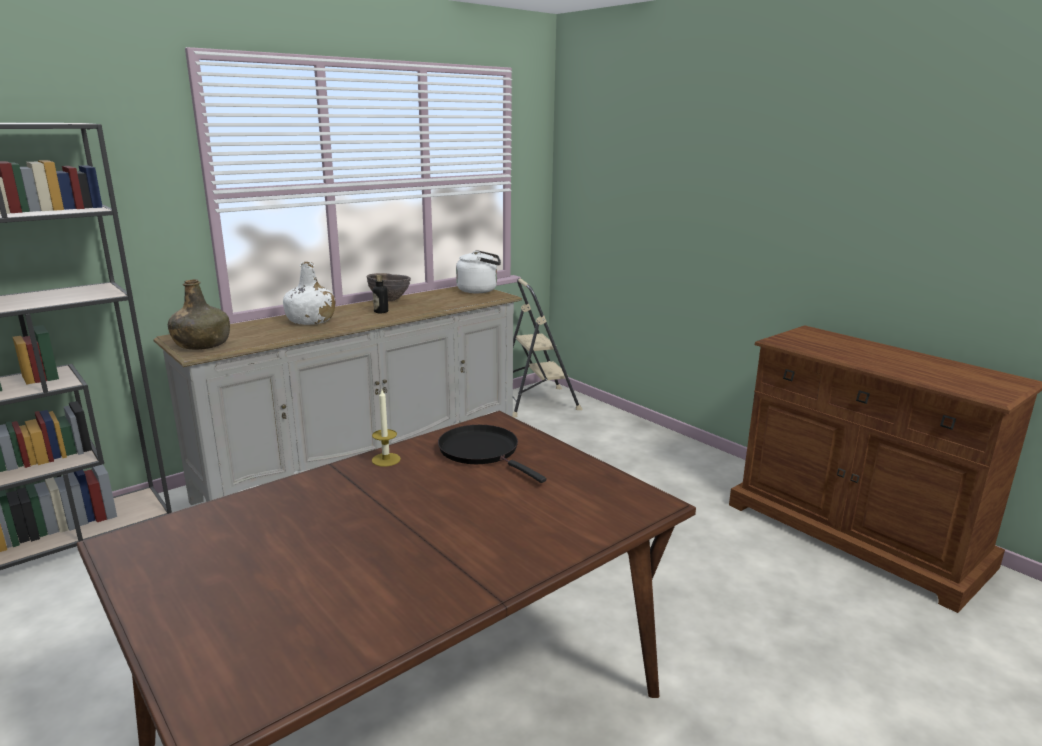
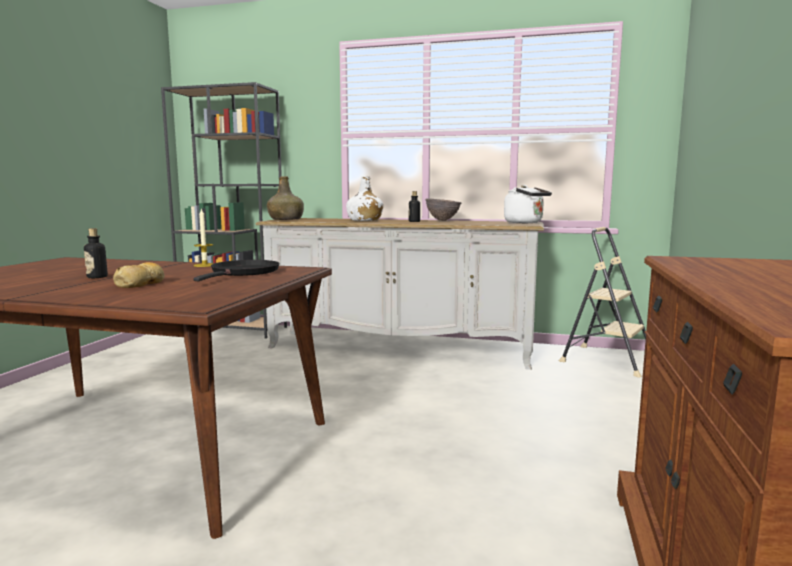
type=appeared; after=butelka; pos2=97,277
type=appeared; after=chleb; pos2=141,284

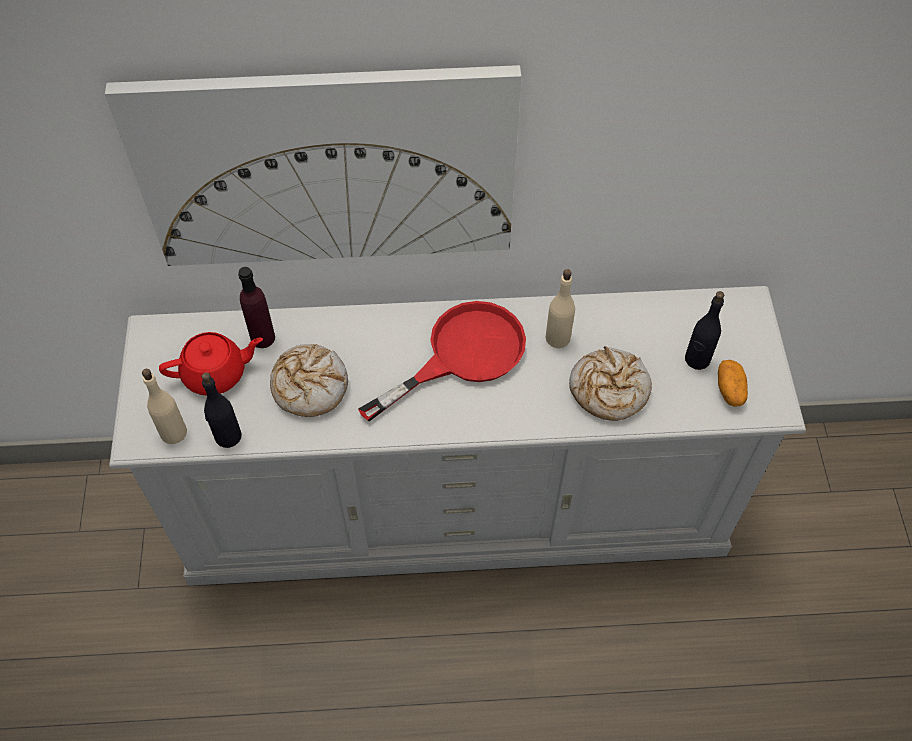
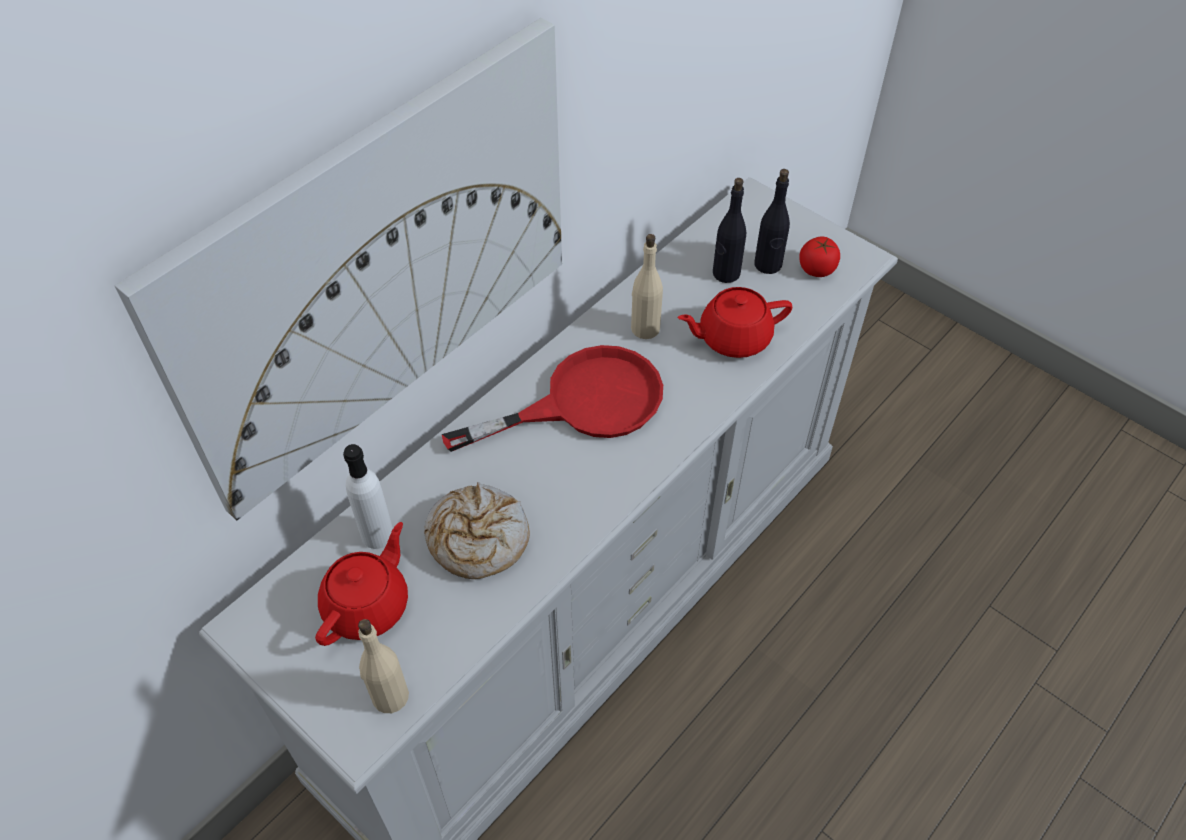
type=relocated; before=butelka [czarny]; pos1=227,436; pos2=725,273
type=colour; before=butelka [fioletowy]; after=butelka [biały]; pos1=263,338; pos2=377,534
type=spun; before=patelnia [czerwony]; pos1=462,355; pos2=583,403; turn=60
type=exchanged; before=chleb; after=imbryk [czerwony]; pos1=608,390; pos2=733,337
type=exchanged; before=ziemniak; after=pomidor; pos1=730,390; pos2=817,269

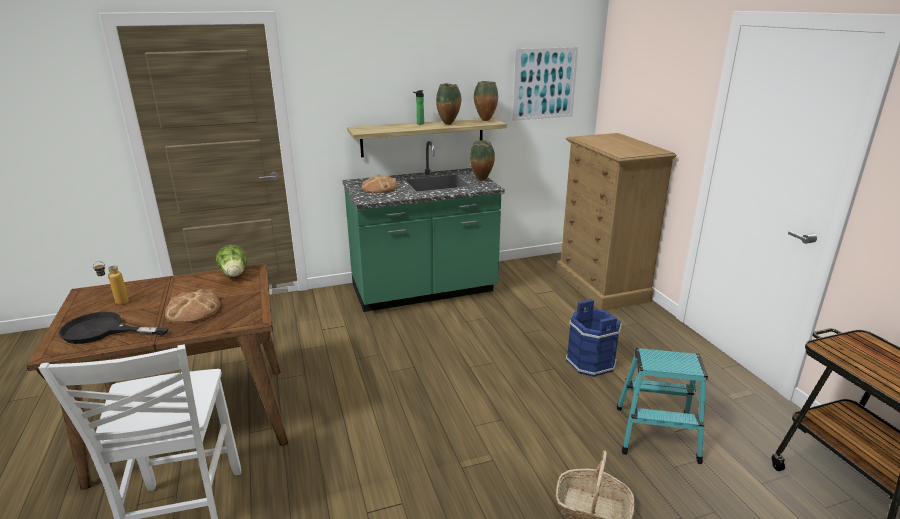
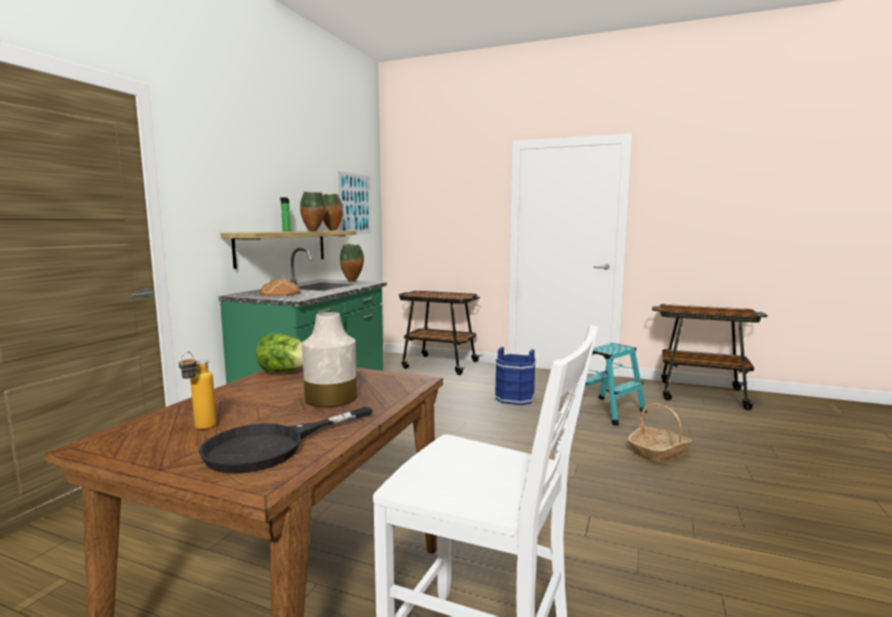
type=exchanged; before=chleb; after=wazon [beżowy]; pos1=193,310; pos2=332,397
type=exchanged; before=komoda [brązowy]; after=wózek; pos1=601,286; pos2=439,365

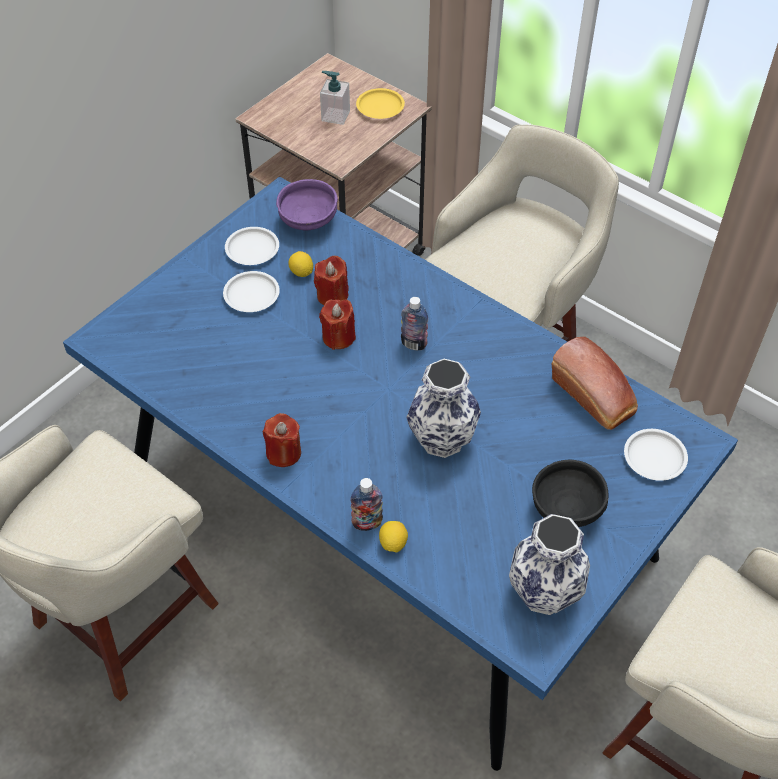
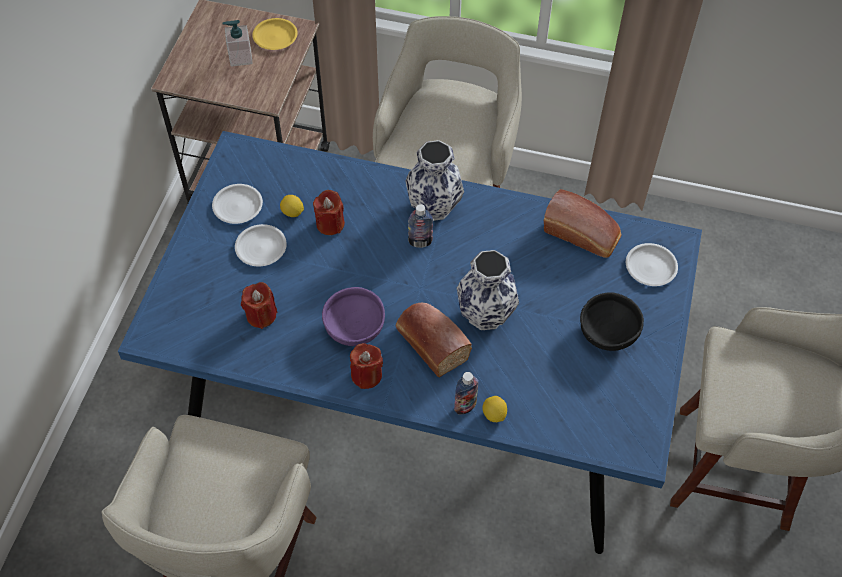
type=relocated; before=miska [fioletowy]; pos1=307,221; pos2=354,329
type=relocated; before=świeca [czerwony]; pos1=338,337; pos2=261,315
type=relocated; before=wazon; pos1=543,592; pos2=433,207
type=appeared; after=chleb; pos2=430,343

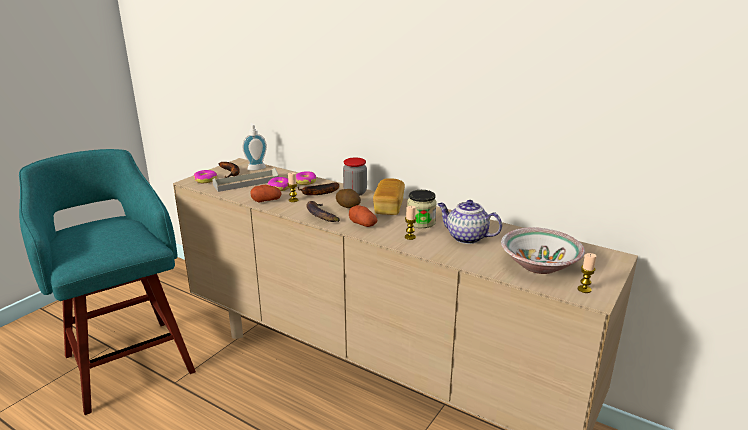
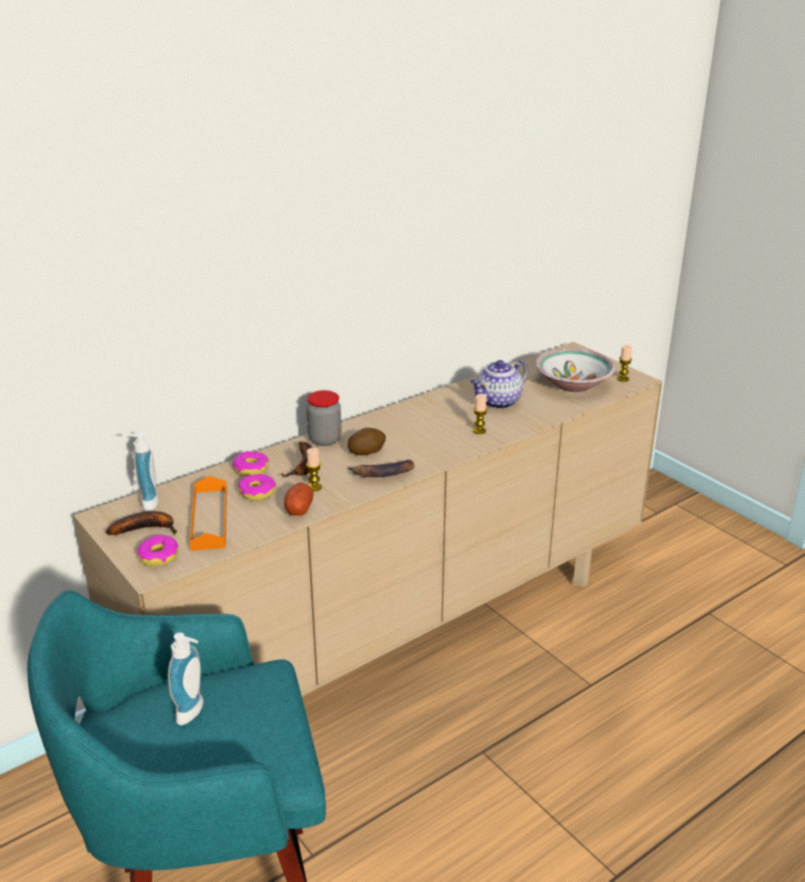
type=colour; before=taca [szary]; after=taca [pomarańczowy]; pos1=246,183; pos2=209,518
type=missing; before=ziemniak; pos1=363,224
type=missing; before=chleb; pos1=389,207
type=missing; before=słoik; pos1=421,222
type=appeared; after=dozownik mydła; pos2=194,712

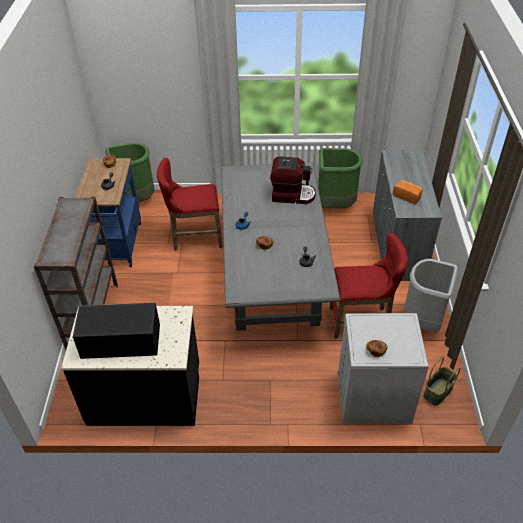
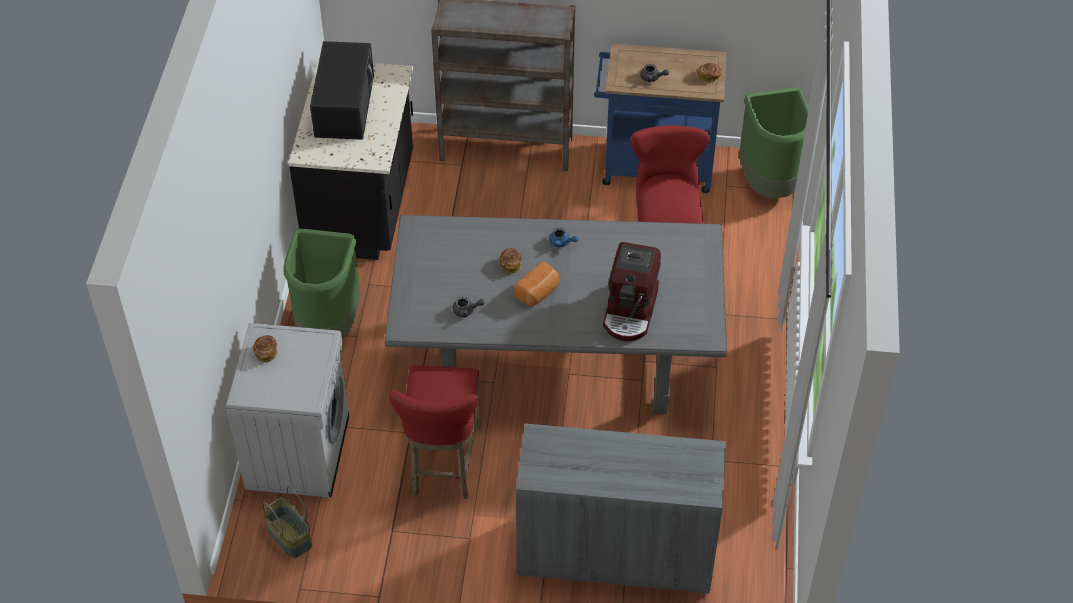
type=relocated; before=kosz na śmieci [zielony]; pos1=334,205; pos2=329,327
type=relocated; before=chleb; pos1=407,196; pos2=538,293
type=missing; before=kosz na śmieci [szary]; pos1=422,321

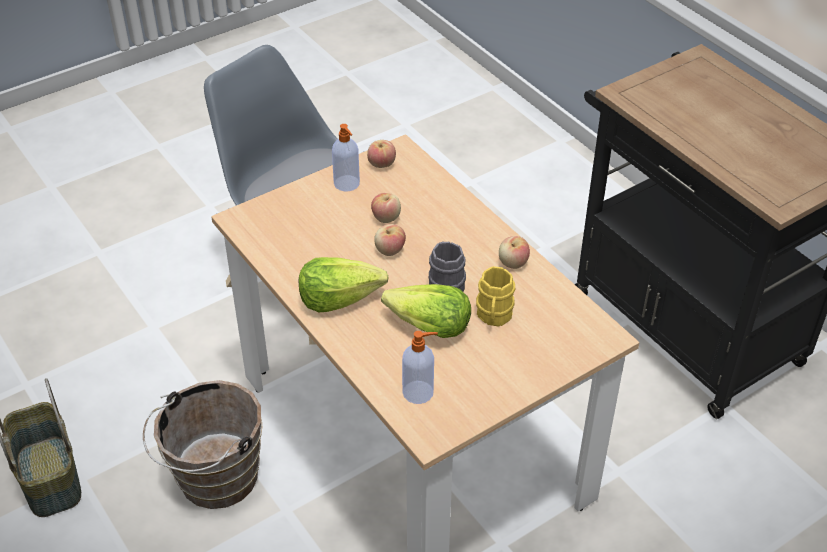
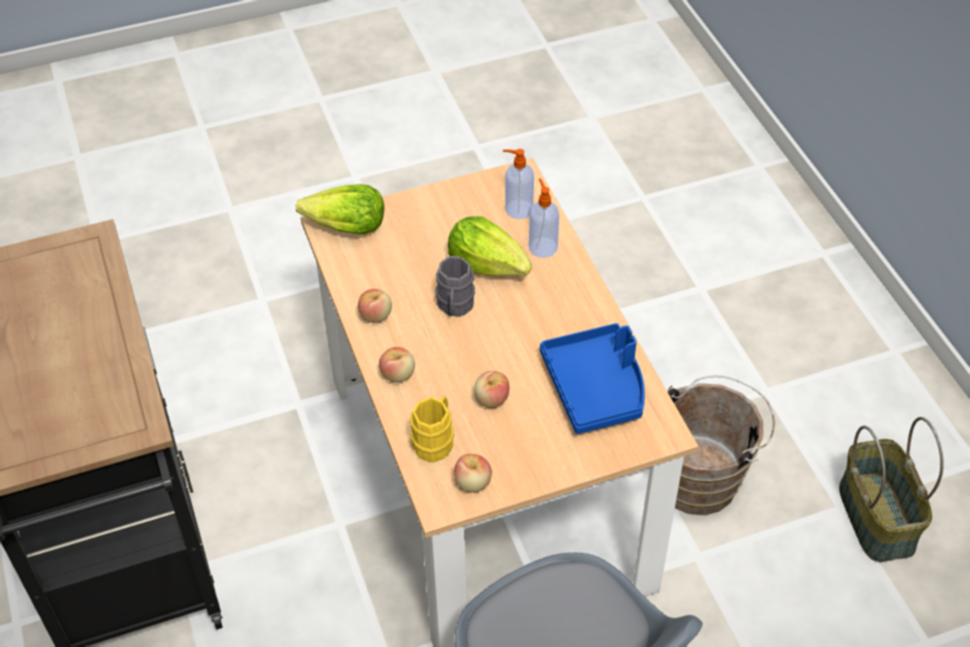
type=relocated; before=sałata; pos1=339,298; pos2=346,227
type=relocated; before=dozownik mydła; pos1=347,184; pos2=542,246
type=relocated; before=jabłko; pos1=389,250; pos2=398,374
type=relocated; before=kubek [żółty]; pos1=493,317; pos2=435,440
type=appeared; after=taca [niebieski]; pos2=596,387

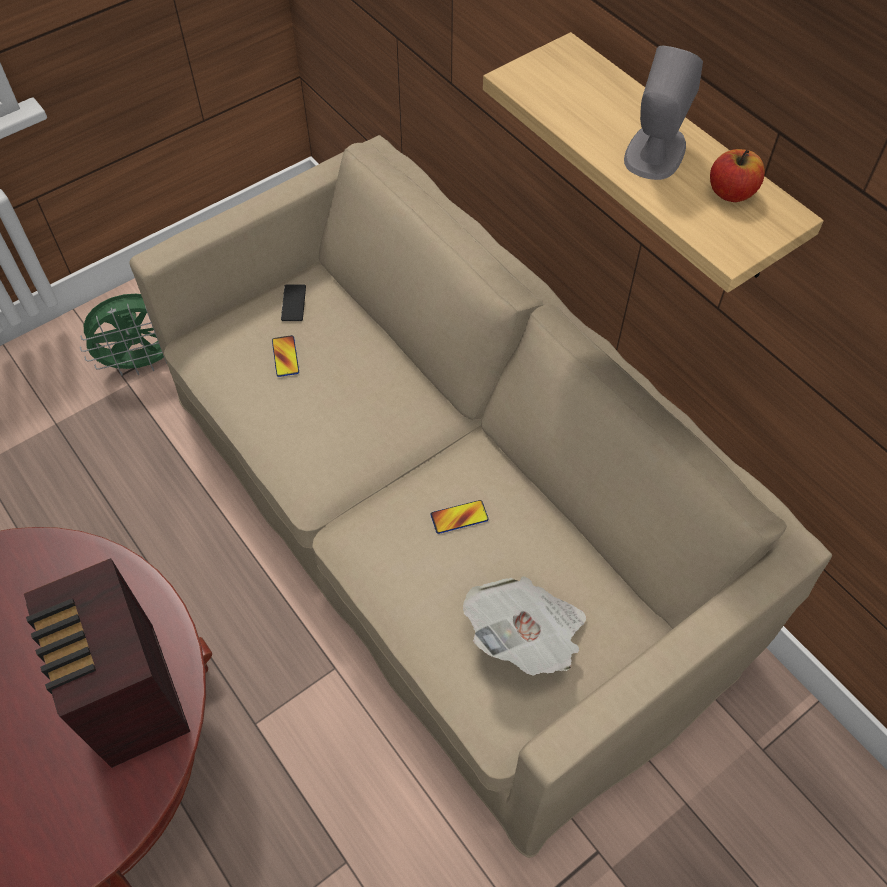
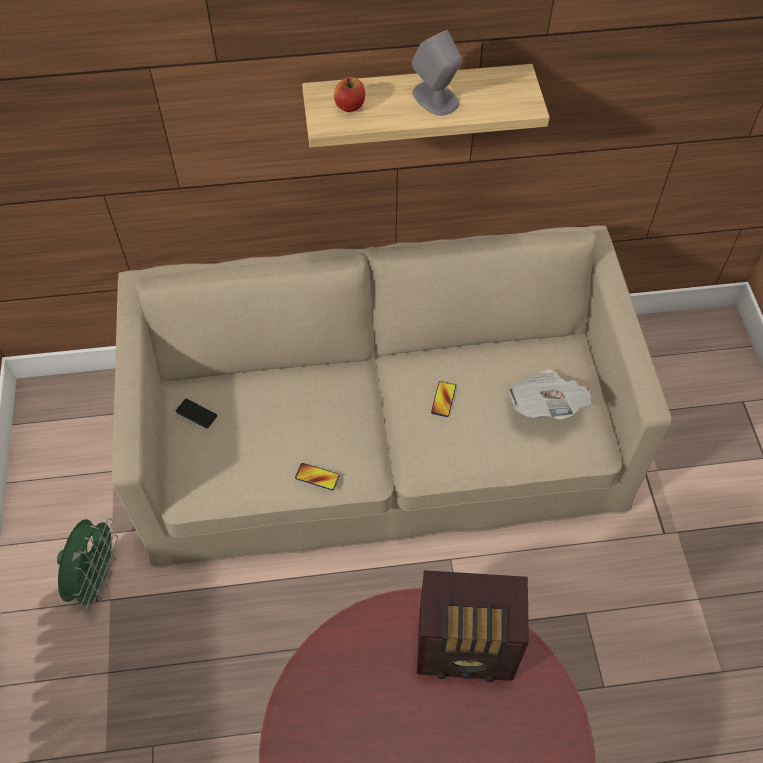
type=relocated; before=telefon; pos1=285,356; pos2=317,477
type=relocated; before=jabłko; pos1=731,192; pos2=350,106

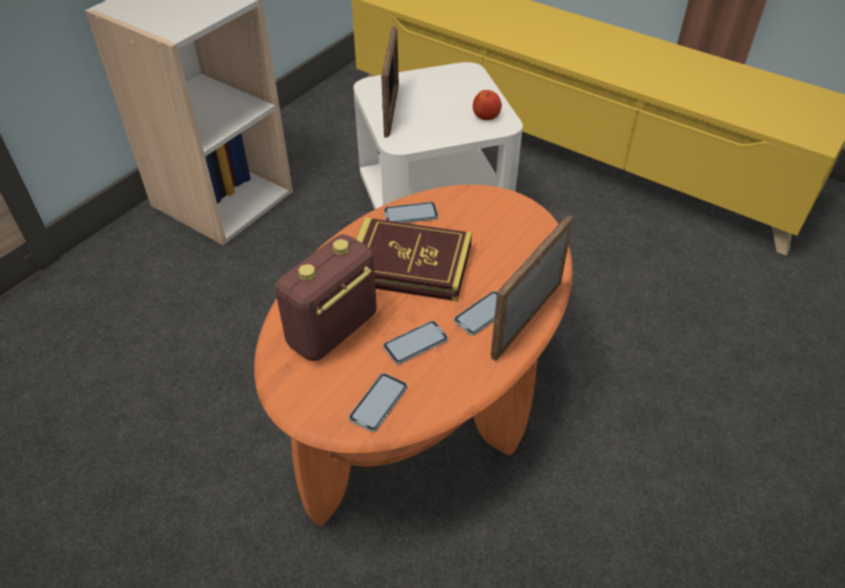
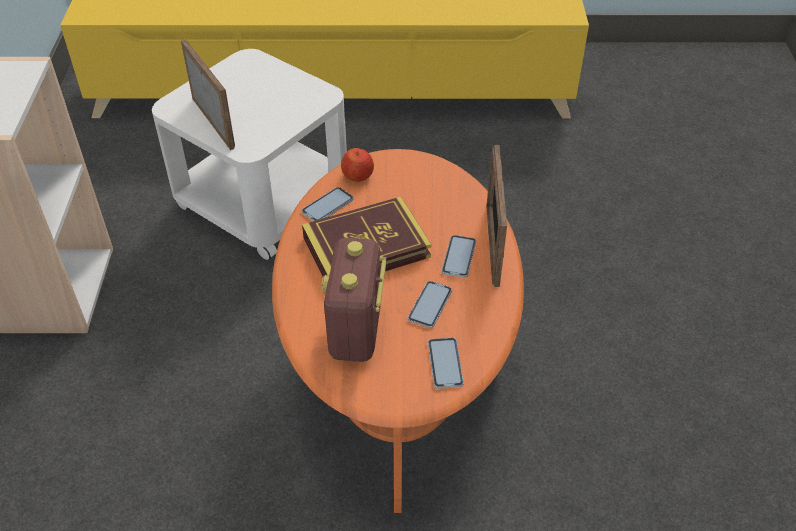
type=relocated; before=jabłko; pos1=486,116; pos2=358,175

